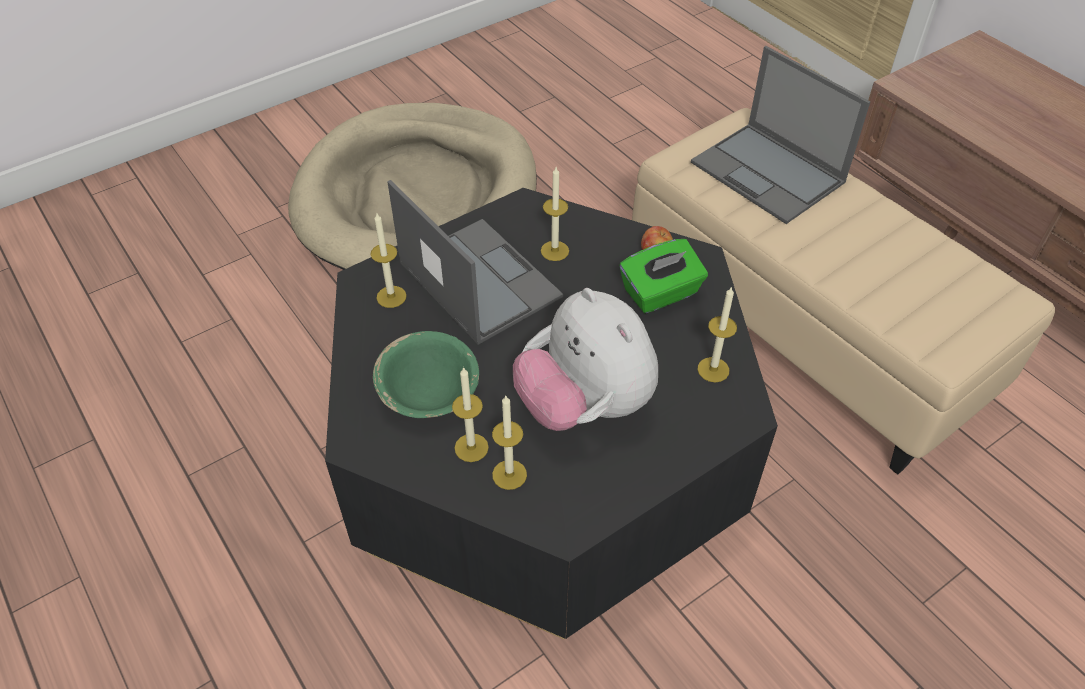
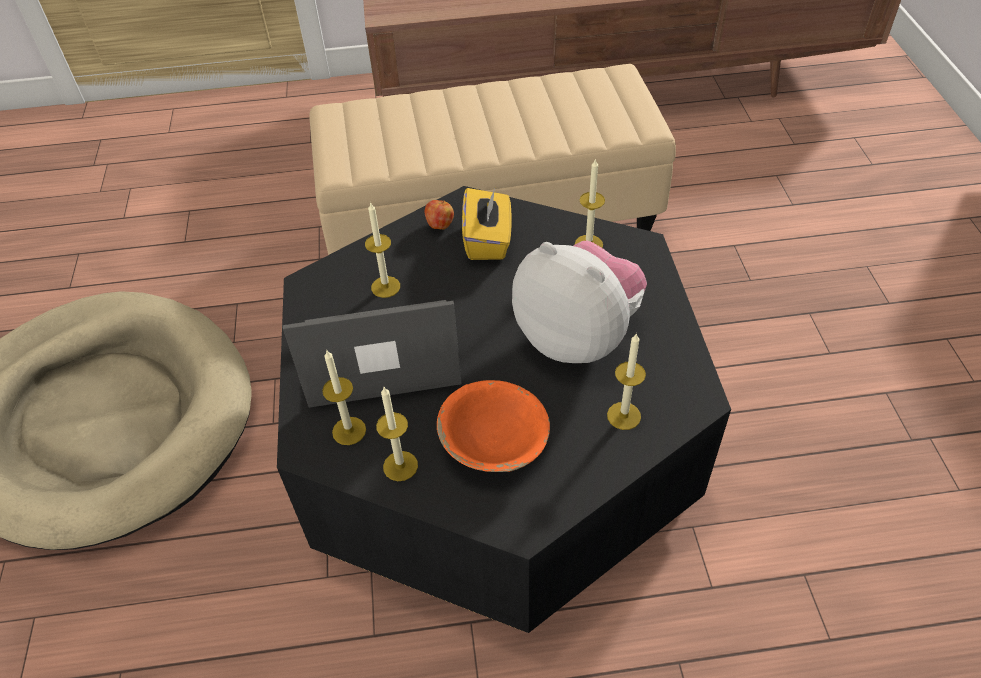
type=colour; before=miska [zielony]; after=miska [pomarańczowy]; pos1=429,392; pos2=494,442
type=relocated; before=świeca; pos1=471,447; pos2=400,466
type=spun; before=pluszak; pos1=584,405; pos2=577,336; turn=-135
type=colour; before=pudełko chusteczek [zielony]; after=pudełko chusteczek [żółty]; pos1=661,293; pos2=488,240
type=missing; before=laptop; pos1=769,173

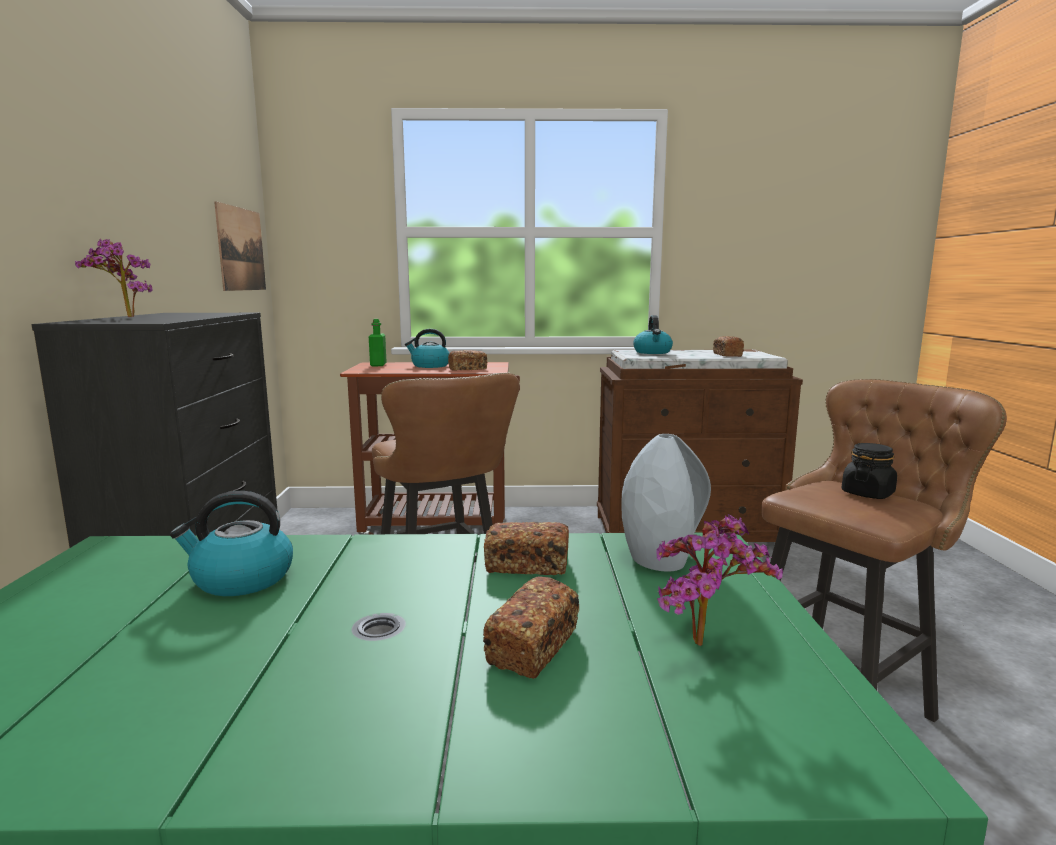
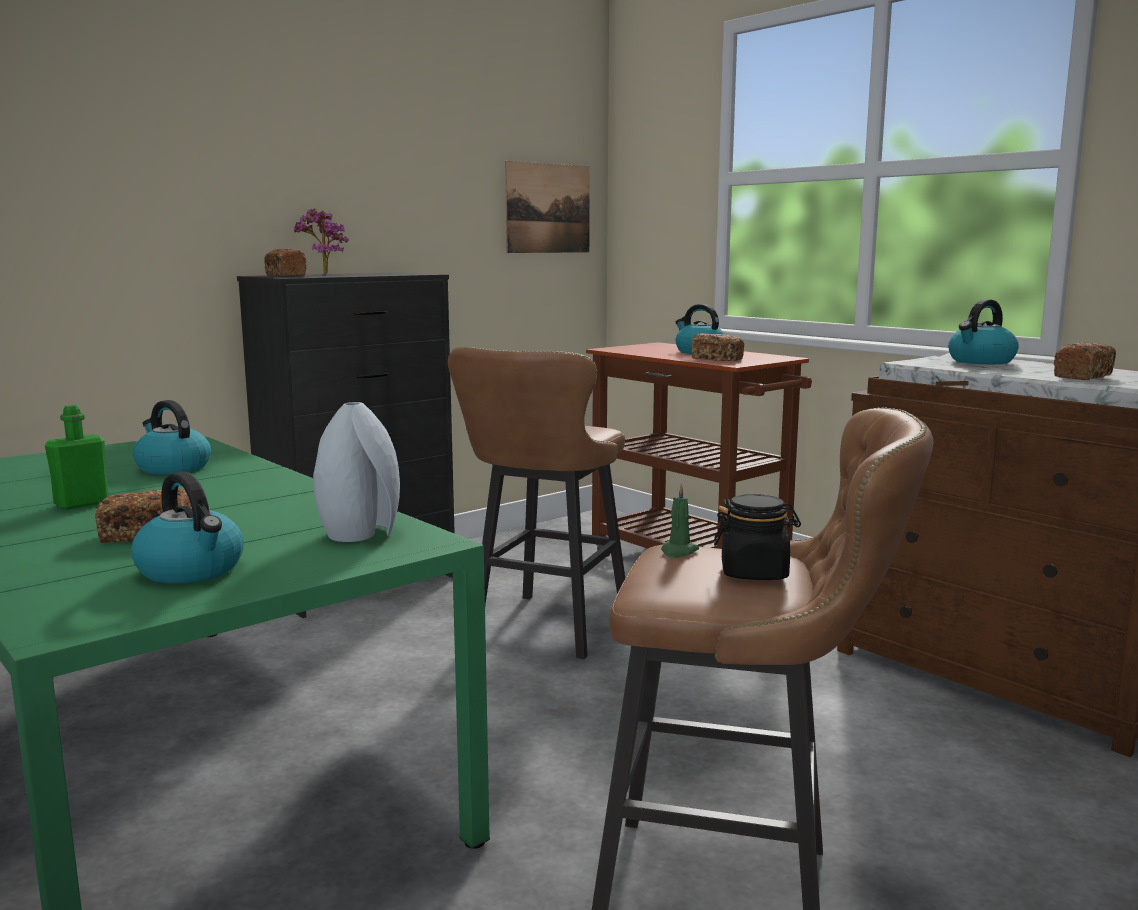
type=relocated; before=butelka [zielony]; pos1=378,365; pos2=81,504
type=relocated; before=chleb; pos1=527,566; pos2=285,275
type=exchanged; before=roślina doniczkowa; after=czajnik; pos1=706,648; pos2=192,570
type=appeared; after=świeca [zielony]; pos2=678,551

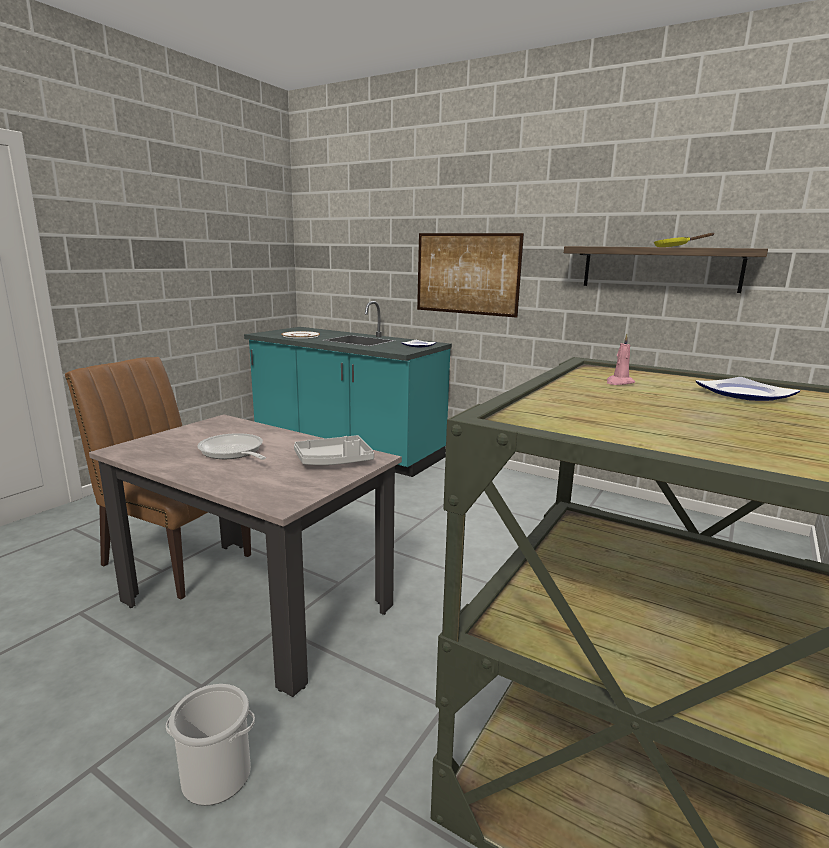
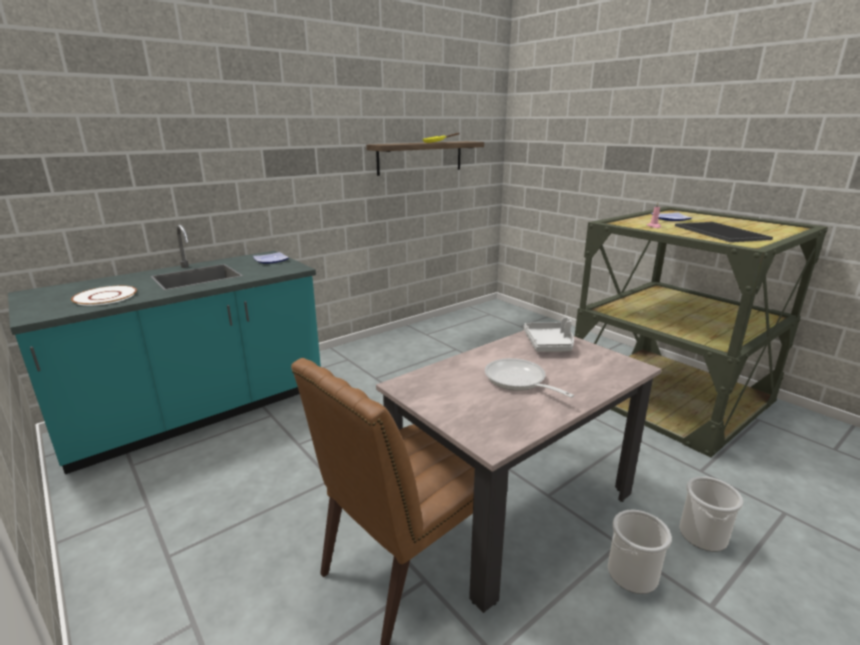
type=spun; before=patelnia; pos1=233,452; pos2=518,381; turn=75
type=missing; before=obraz; pos1=467,274
type=appeared; after=wiadro; pos2=632,574
type=appeared; after=taca; pos2=718,232

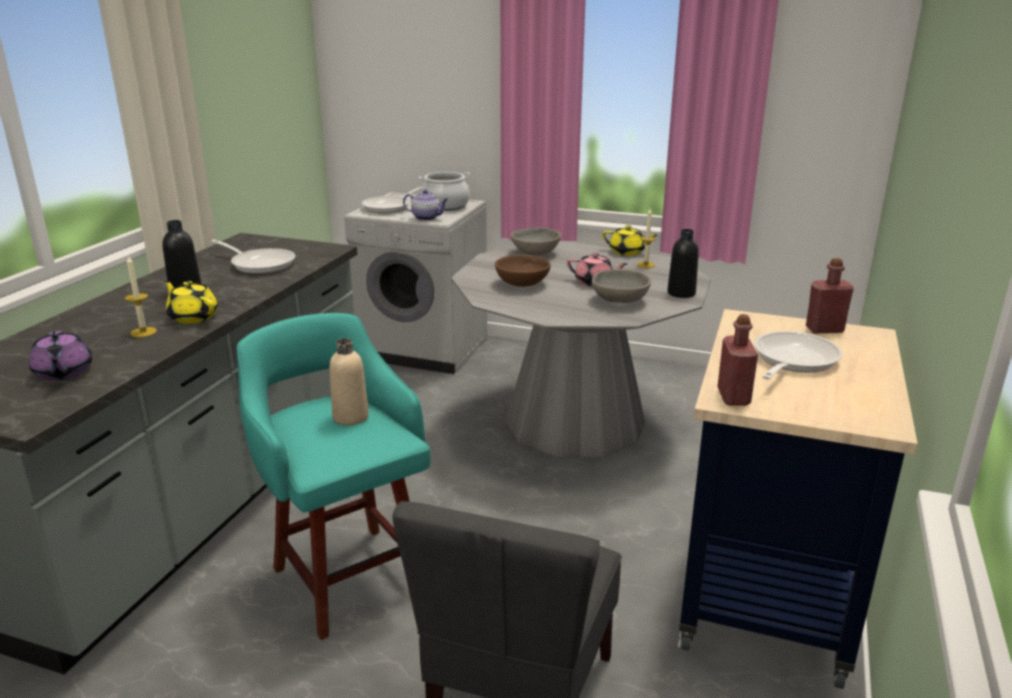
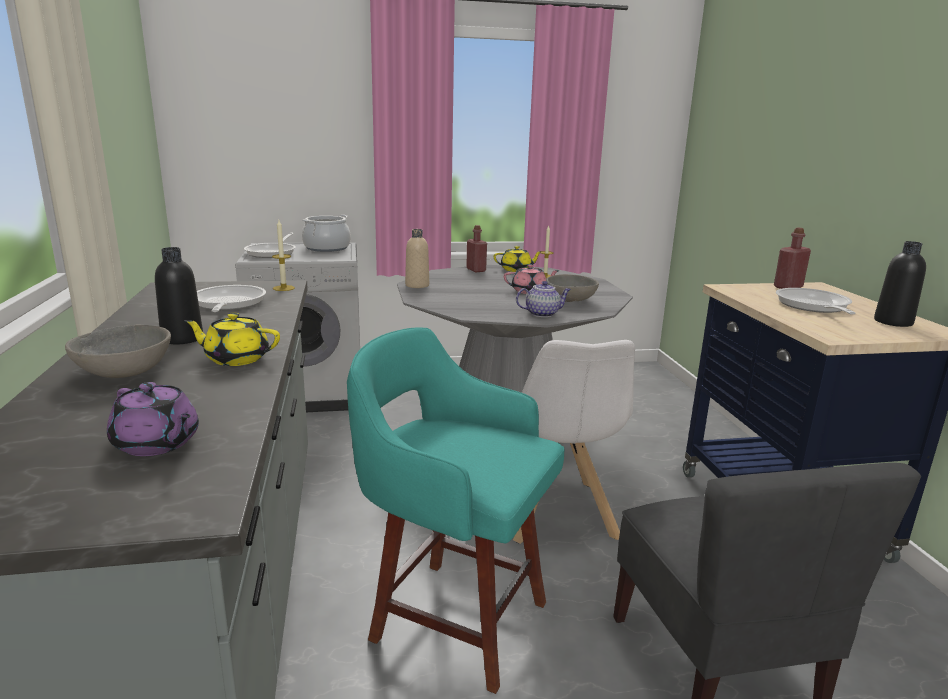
type=relocated; before=świeca; pos1=143,332; pos2=283,288
type=spun; before=patelnia; pos1=259,264; pos2=227,304; turn=-105
type=relocated; before=butelka [beżowy]; pos1=350,417; pos2=417,285
type=relocated; before=imbryk; pos1=427,218; pos2=542,314
type=missing; before=miska [brązowy]; pos1=523,283
type=relocated; before=miska [szary]; pos1=535,253; pos2=124,372
type=relocated; before=butelka [czarny]; pos1=681,293; pos2=893,322
type=relocated; before=butelka [czerwony]; pos1=733,397; pos2=476,270
type=appeared; after=krzesło [biały]; pos2=558,515

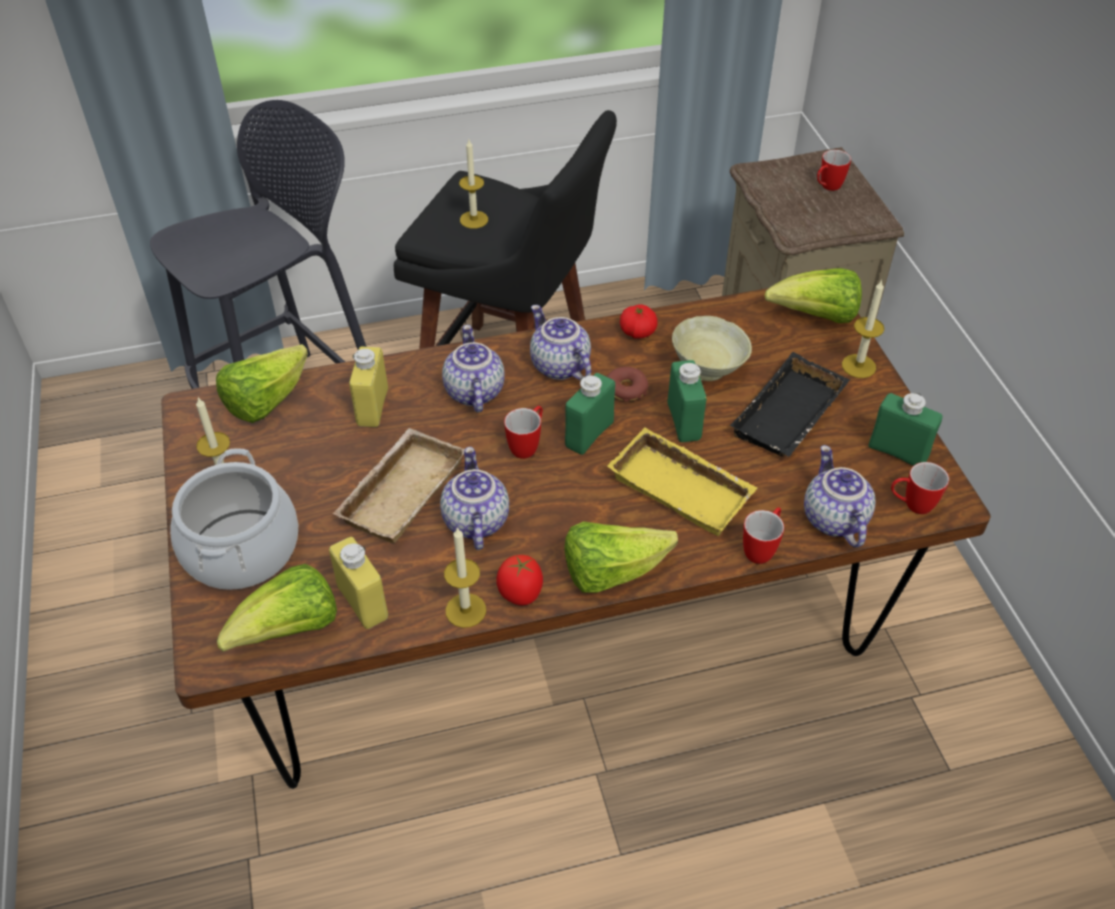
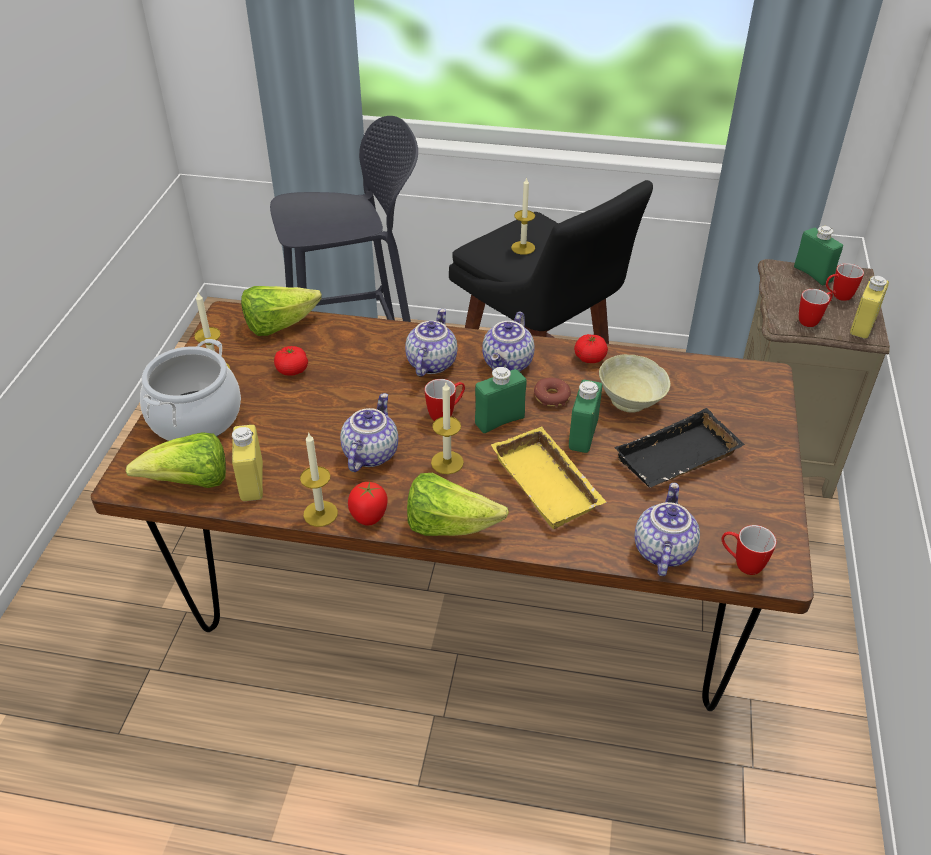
type=missing; before=taca [beżowy]; pos1=400,490
type=relocated; before=butelka [żółty]; pos1=372,407; pos2=863,325
type=spun; before=imbryk; pos1=558,366; pos2=508,364; turn=-150
type=relocated; before=kubek; pos1=762,548; pos2=812,320
type=missing; before=sałata; pos1=816,317
type=relocated; before=świeca; pos1=858,366; pos2=447,462
type=relocated; before=butelka [zielony]; pos1=898,452; pos2=812,274
type=appeared; after=pomidor; pos2=292,370

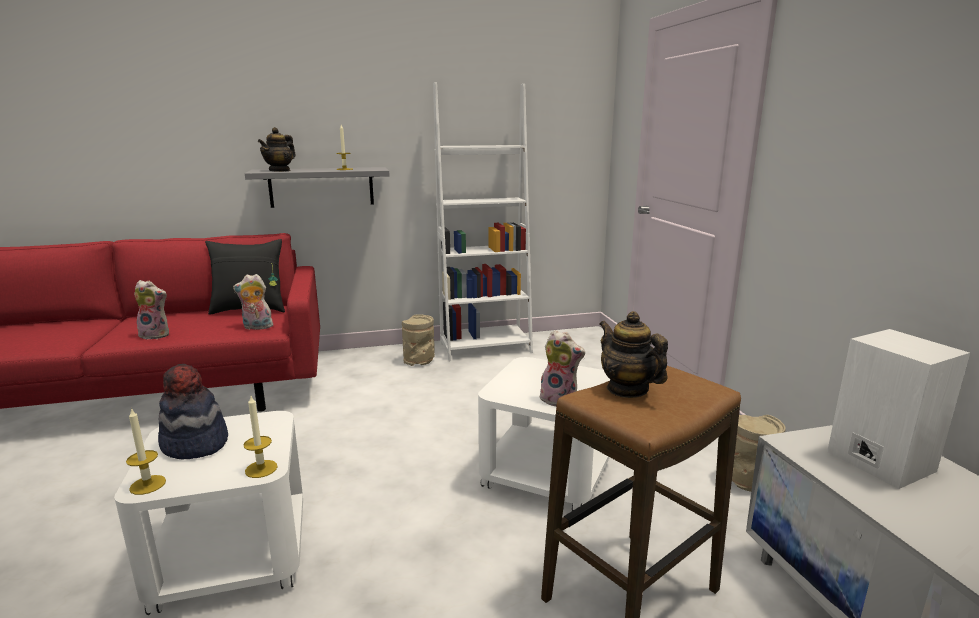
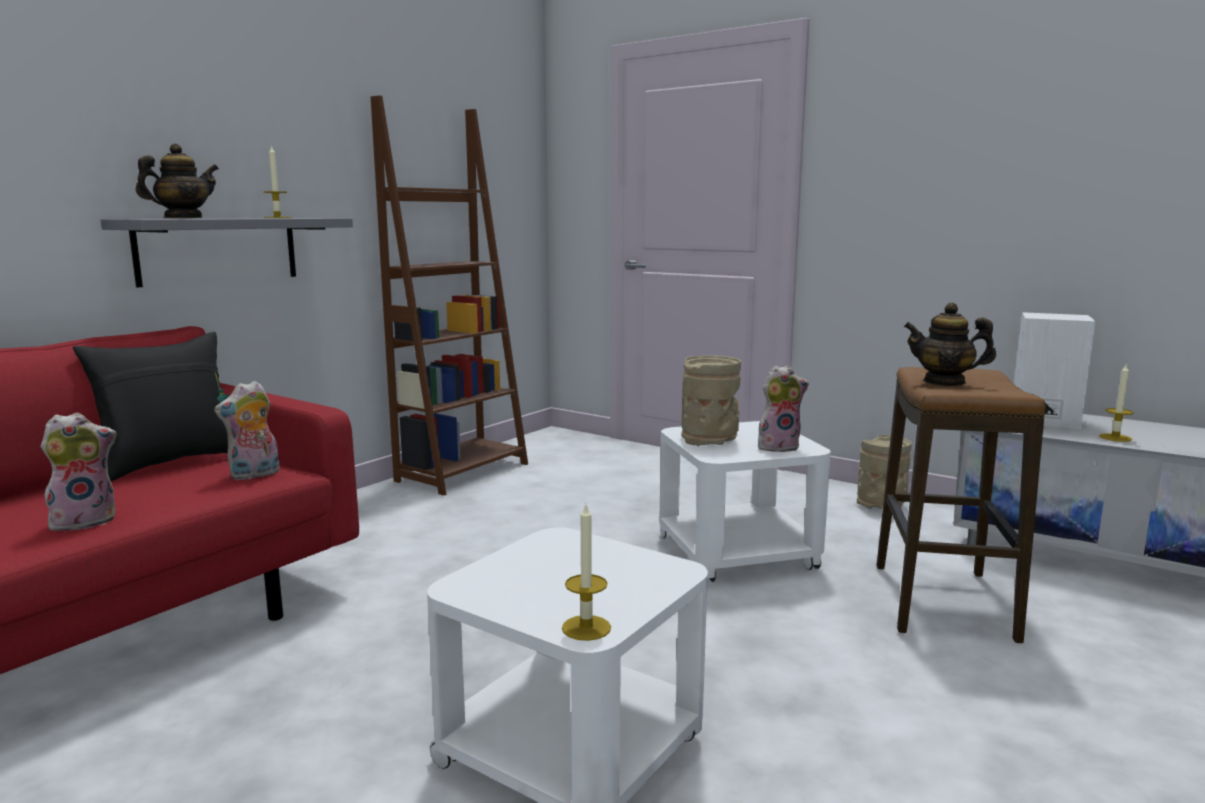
type=missing; before=kapelusz; pos1=195,444
type=relocated; before=świeca; pos1=261,469; pos2=1115,437
type=spun; before=imbryk; pos1=280,170; pos2=182,218; turn=-120
type=relocated; before=wazon [beżowy]; pos1=419,361; pos2=710,439
type=colour; before=regał [biały]; after=regał [brązowy]; pos1=485,347; pos2=462,472

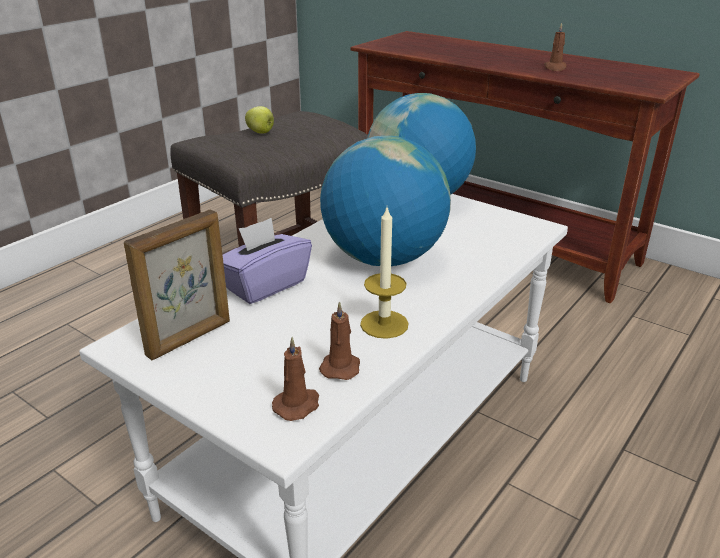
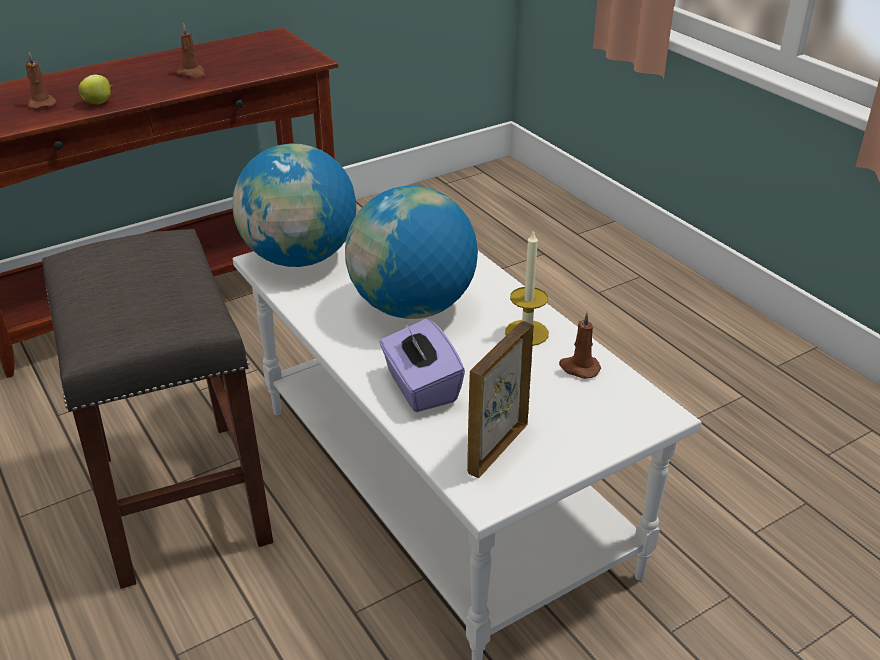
type=spun; before=ramka na zdjęcie; pos1=190,338; pos2=497,448; turn=-120
type=relocated; before=jabłko; pos1=261,132; pos2=99,103
type=relocated; before=świeca [brązowy]; pos1=298,405; pos2=41,103

